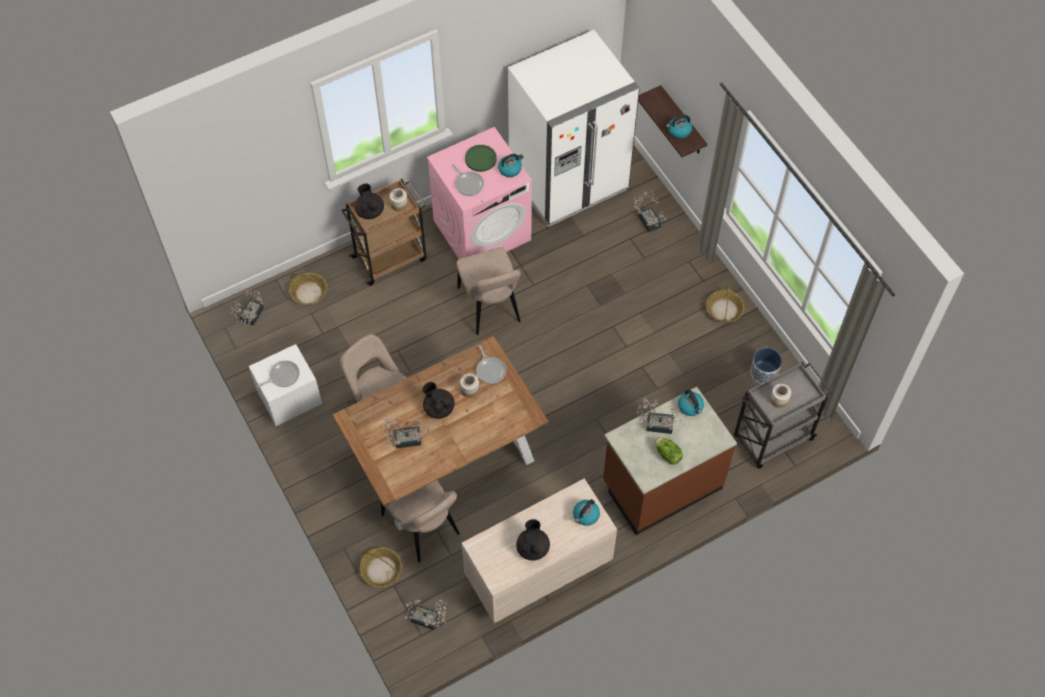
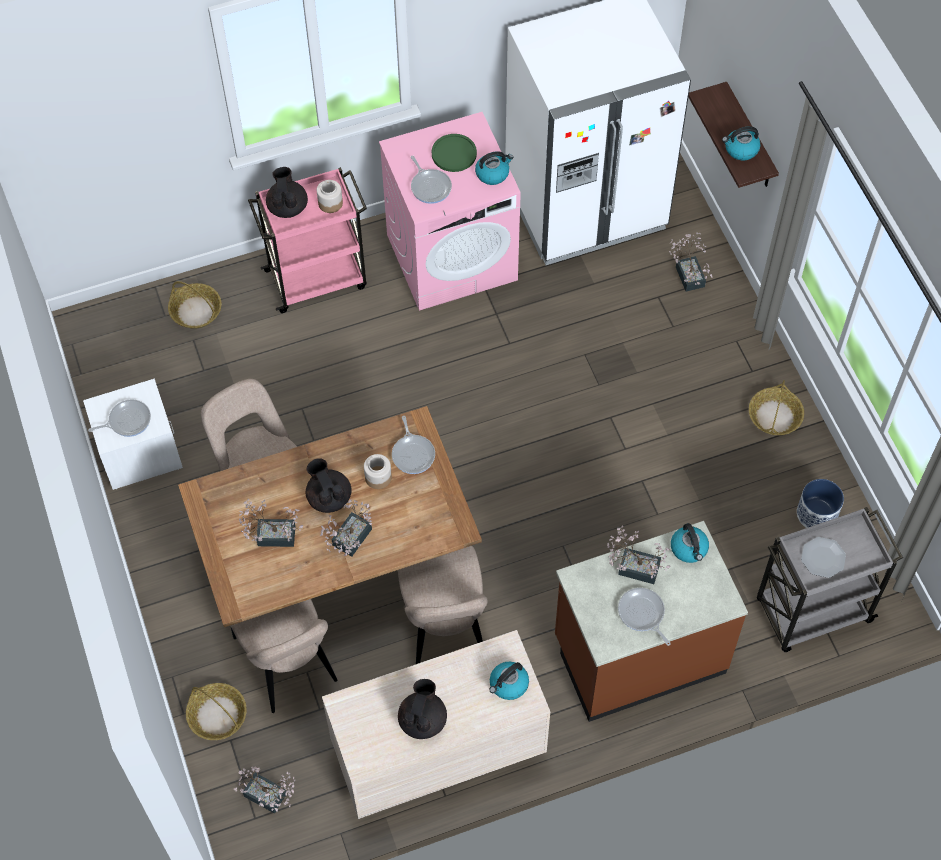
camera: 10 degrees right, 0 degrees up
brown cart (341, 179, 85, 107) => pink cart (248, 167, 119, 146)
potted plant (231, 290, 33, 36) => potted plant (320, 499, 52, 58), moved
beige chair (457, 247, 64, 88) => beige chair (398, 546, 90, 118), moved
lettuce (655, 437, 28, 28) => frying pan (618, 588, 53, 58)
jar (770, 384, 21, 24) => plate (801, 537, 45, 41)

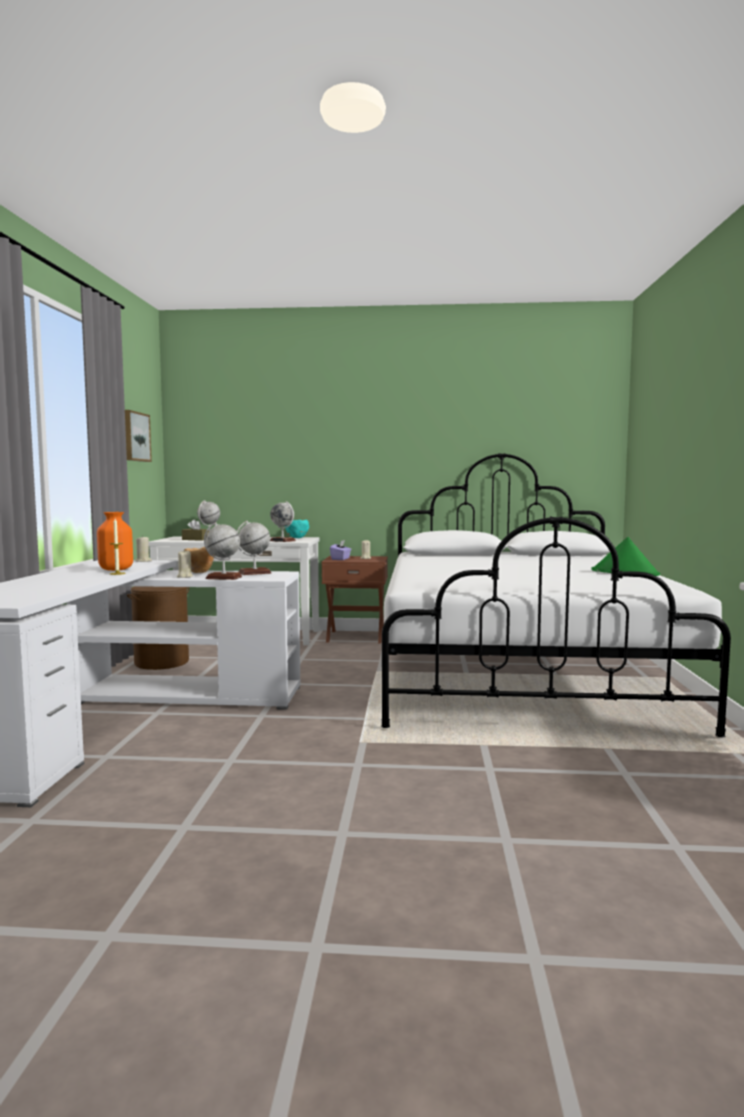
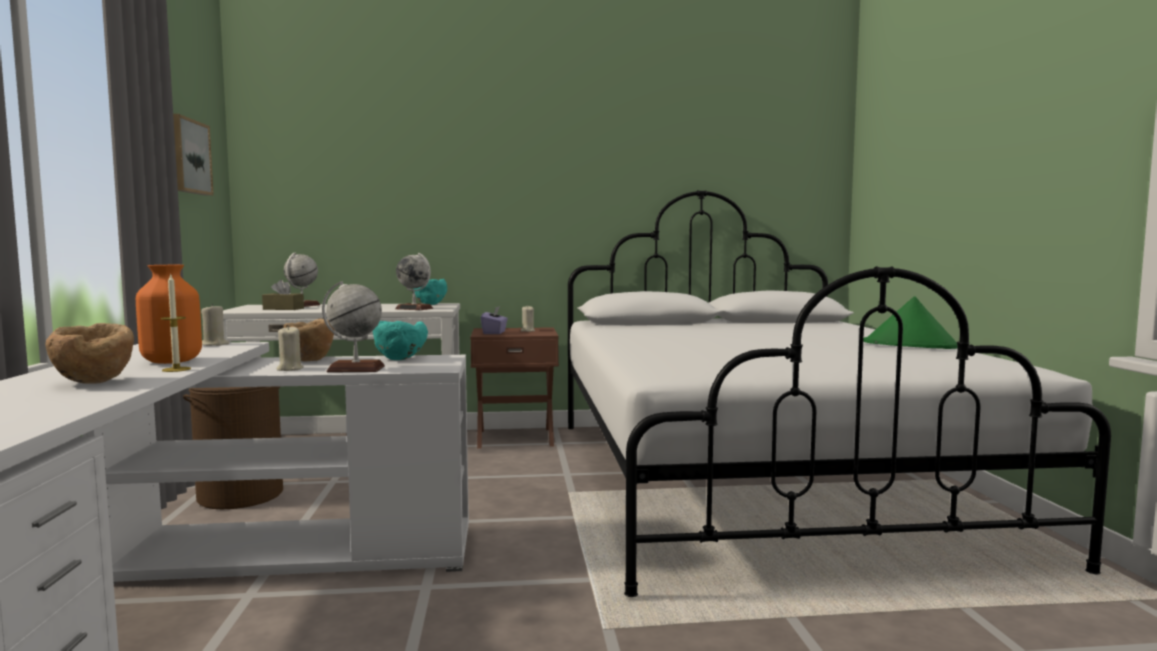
camera: 10 degrees left, 0 degrees up
nothing => brown bowl (45, 323, 89, 61)
globe (237, 521, 35, 54) => turquoise bowl (373, 321, 55, 39)

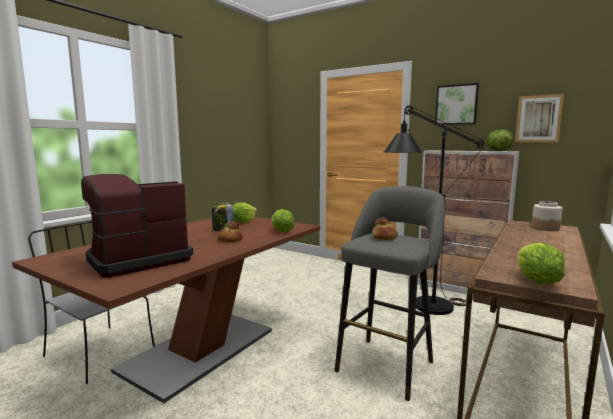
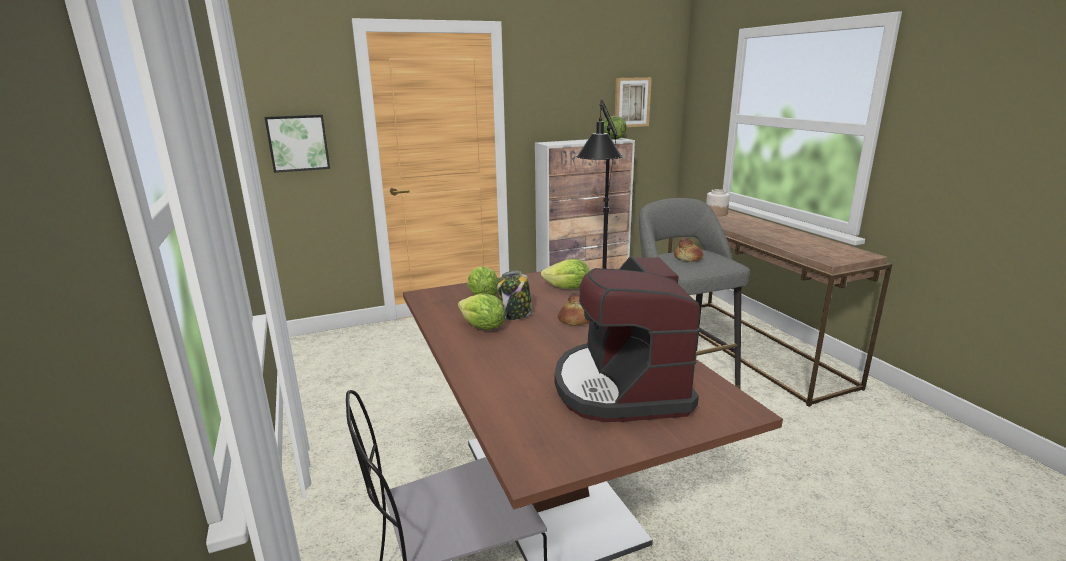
camera: 55 degrees left, 10 degrees up
picture (435, 83, 44, 42) => picture (264, 115, 66, 58), moved
lettuce (517, 243, 48, 41) => lettuce (458, 294, 47, 36), moved

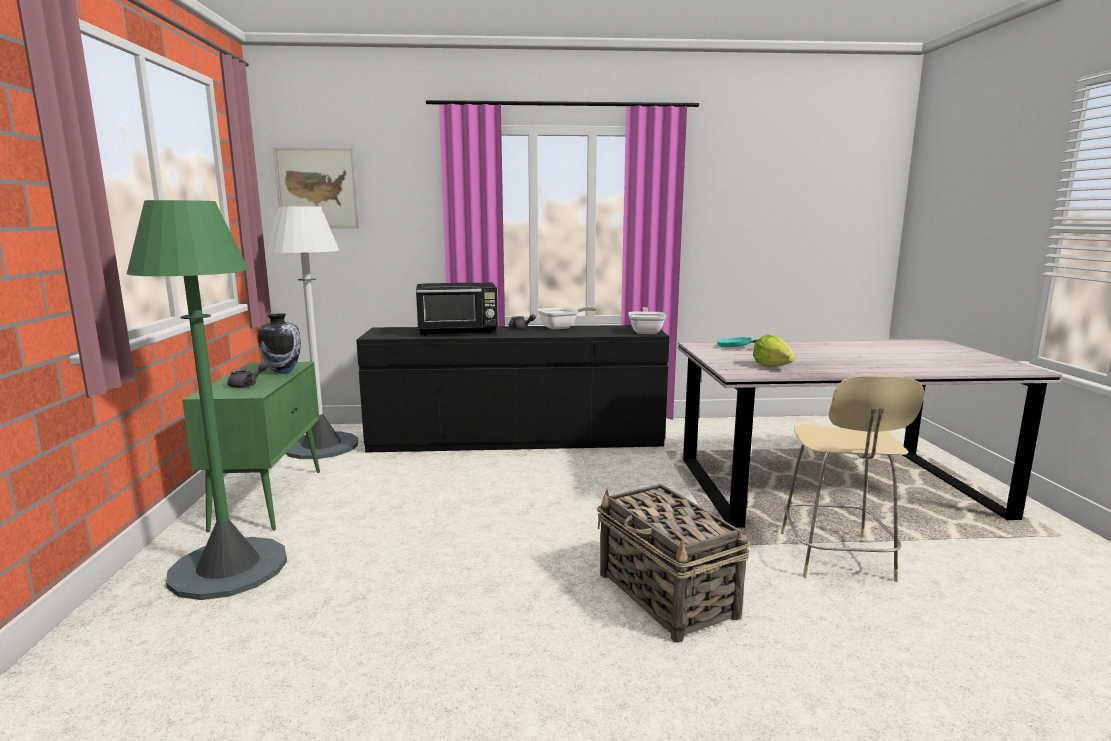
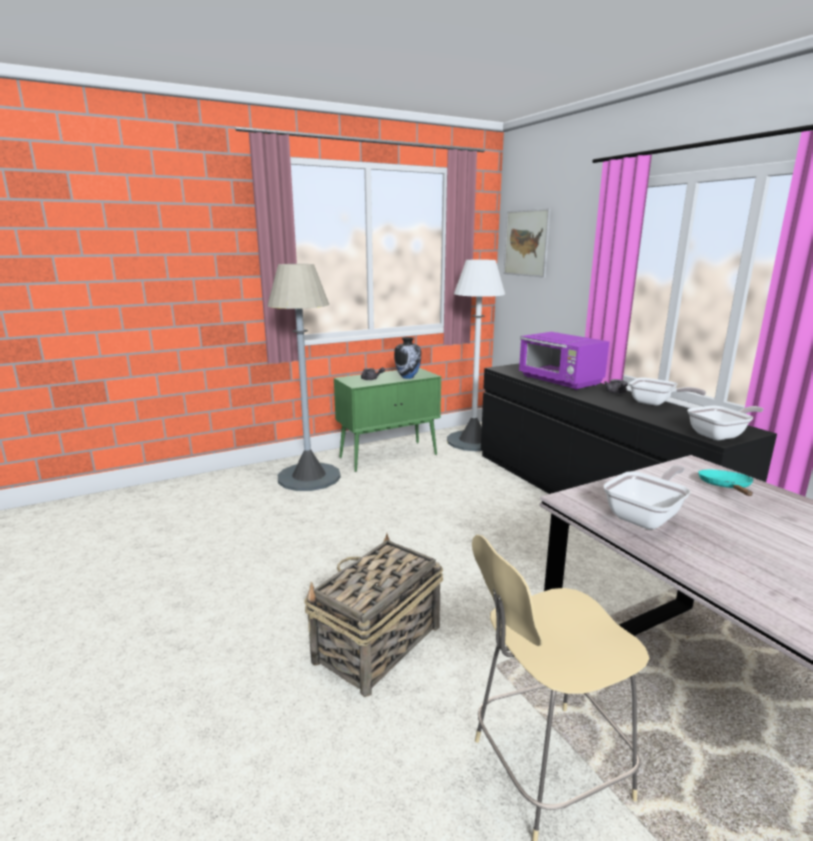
camera: 65 degrees right, 5 degrees up
green floor lamp (127, 200, 160, 400) => grey floor lamp (267, 264, 74, 227)
black microwave (416, 283, 82, 53) => purple microwave (519, 332, 90, 58)
lettuce (753, 335, 42, 32) => frying pan (603, 465, 88, 65)

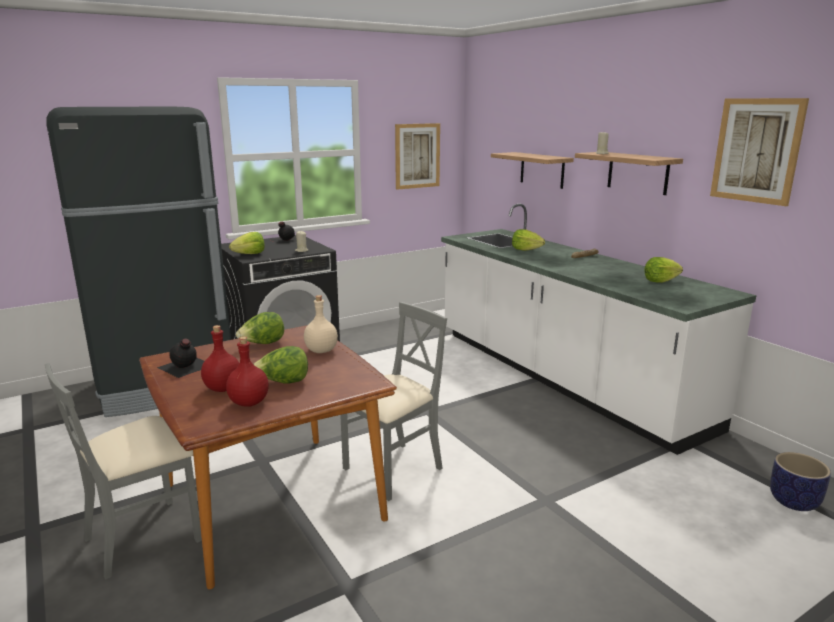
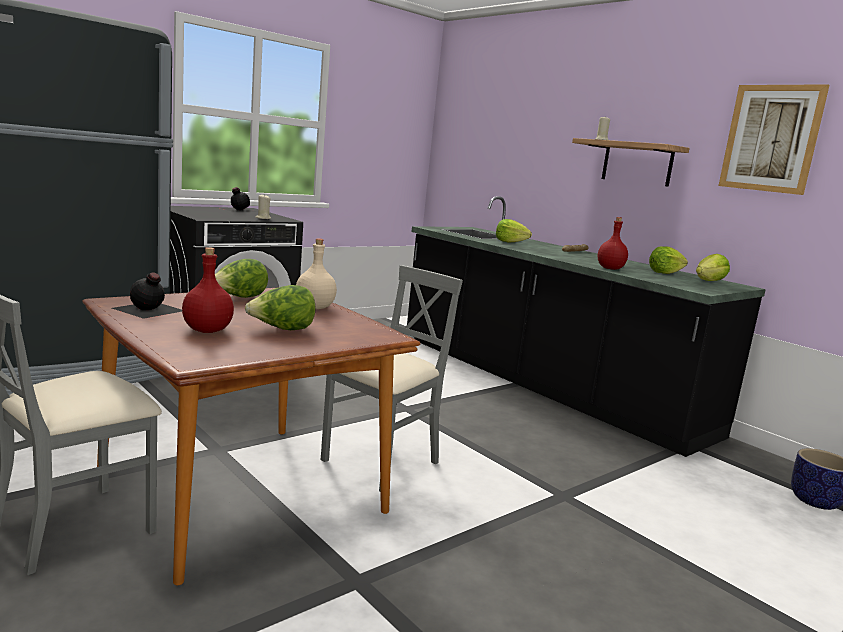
camera: 10 degrees left, 5 degrees down
white counter (441, 203, 316, 252) => black counter (407, 196, 359, 261)
red bottle (226, 337, 43, 70) => red bottle (598, 217, 30, 53), moved
lettuce (229, 232, 36, 22) => lettuce (696, 254, 34, 27), moved
picture (395, 123, 45, 67) => nothing
shelf (491, 152, 83, 37) => nothing

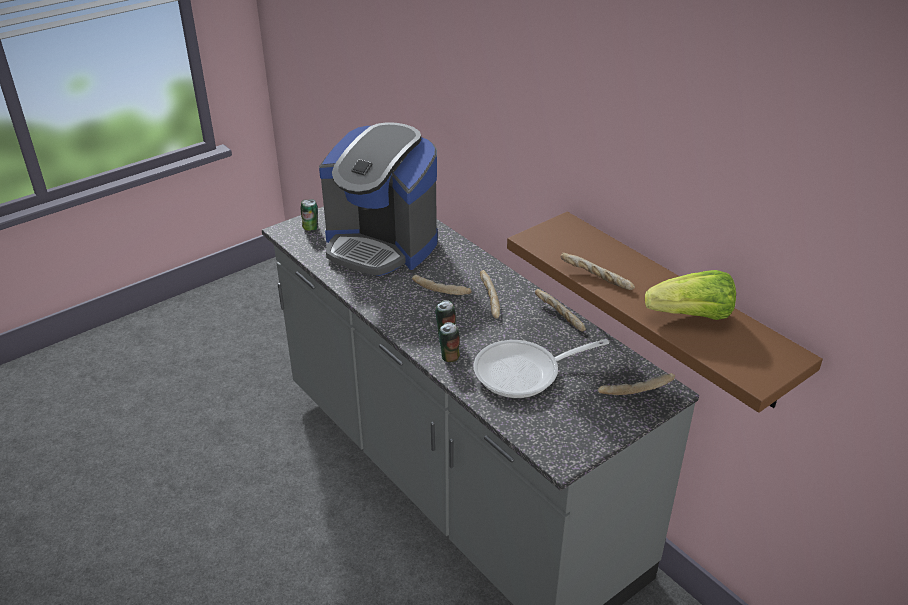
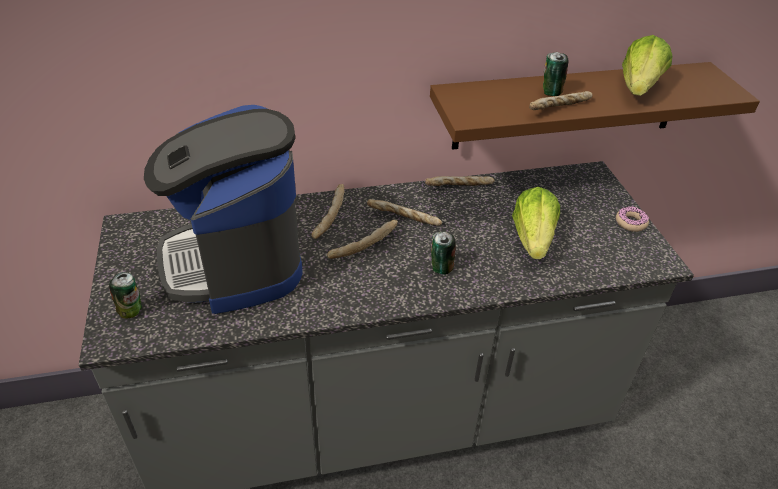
camera: 65 degrees left, 5 degrees up
coffee machine (319, 122, 119, 154) => coffee machine (144, 105, 159, 209), 105 degrees clockwise
bread (598, 373, 77, 22) => bread (311, 184, 34, 55), moved
frying pan (473, 339, 136, 59) => lettuce (512, 187, 48, 72)
can (438, 322, 22, 40) => can (543, 52, 26, 44), moved
nothing => donut (616, 206, 33, 26)

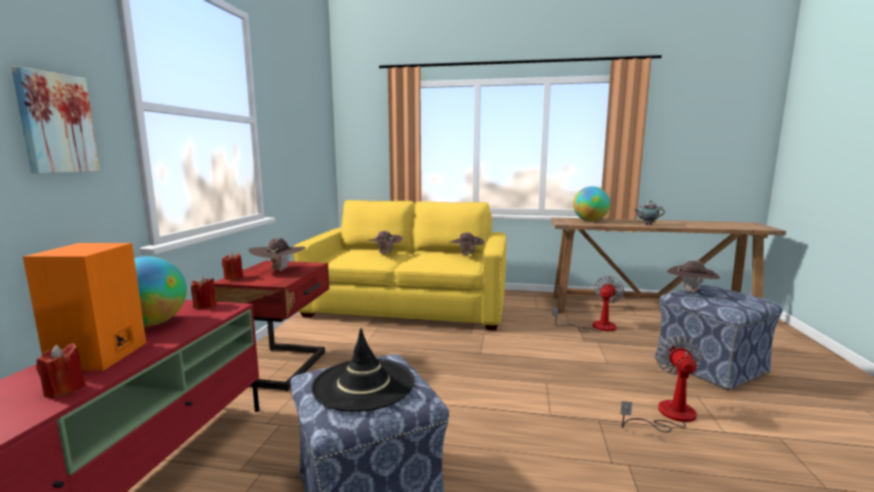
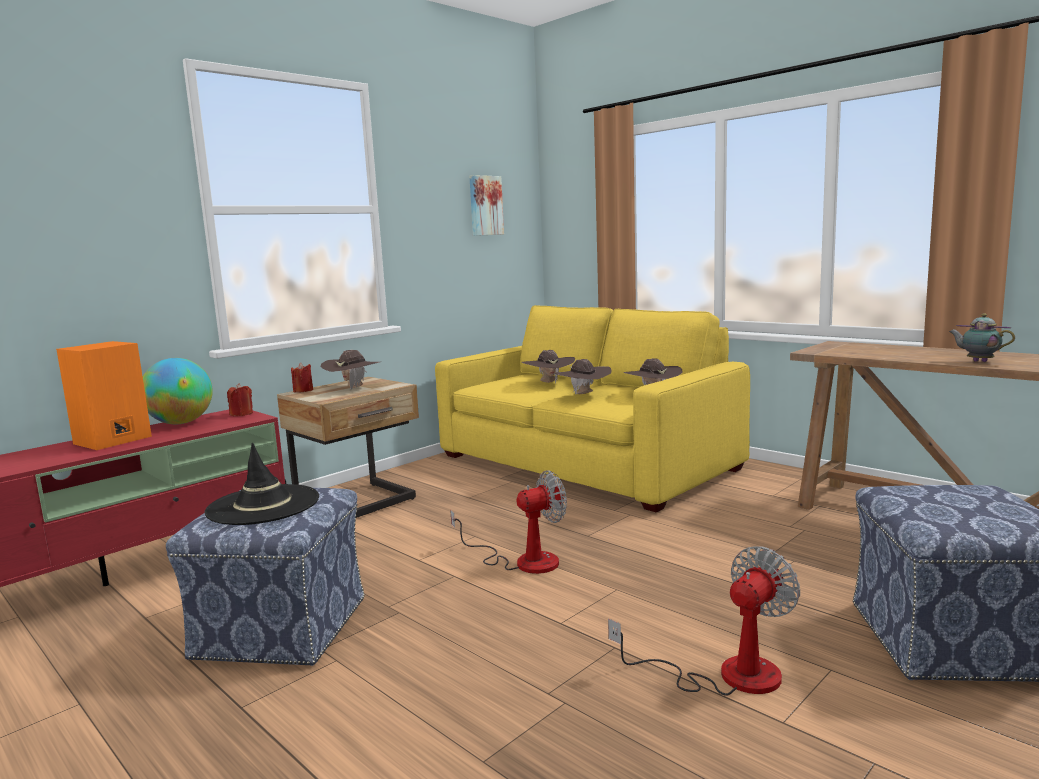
camera: 35 degrees right, 0 degrees up
red nightstand (214, 260, 115, 131) => beige nightstand (277, 377, 142, 141)
fan (552, 276, 72, 56) => fan (450, 470, 117, 104), moved
picture (11, 66, 89, 107) => picture (469, 175, 35, 61), moved
brown hat (667, 261, 53, 31) => brown hat (554, 359, 58, 36), moved
red candle (36, 343, 50, 55) => nothing
globe (573, 186, 37, 35) => nothing

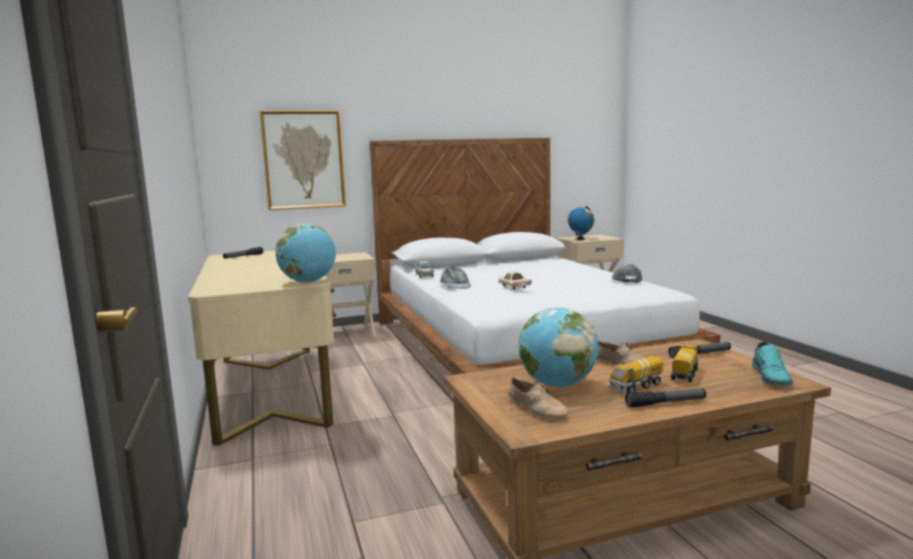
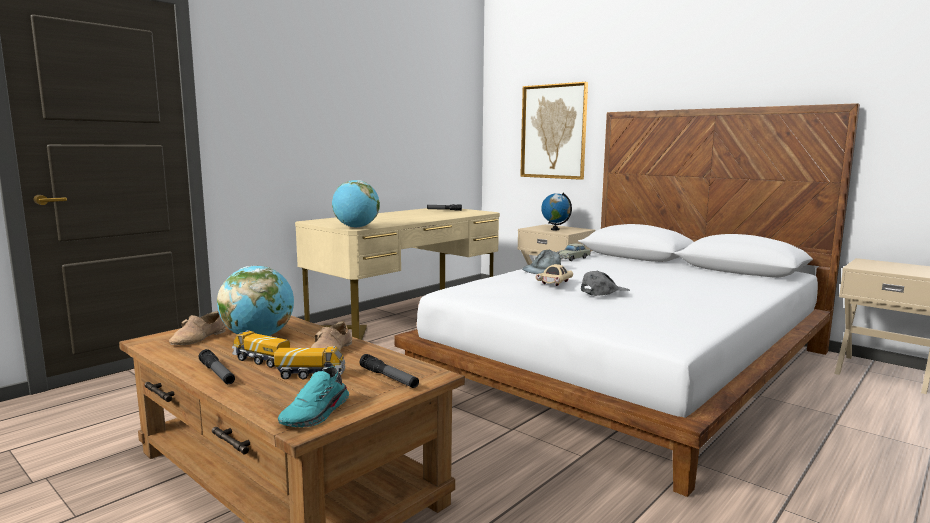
camera: 60 degrees right, 0 degrees up
turquoise shoe (752, 342, 41, 44) => turquoise shoe (278, 367, 71, 60), 45 degrees counterclockwise
globe (568, 206, 26, 34) => globe (541, 193, 31, 37), moved
grey cap (611, 264, 31, 19) => grey cap (581, 270, 49, 26), moved

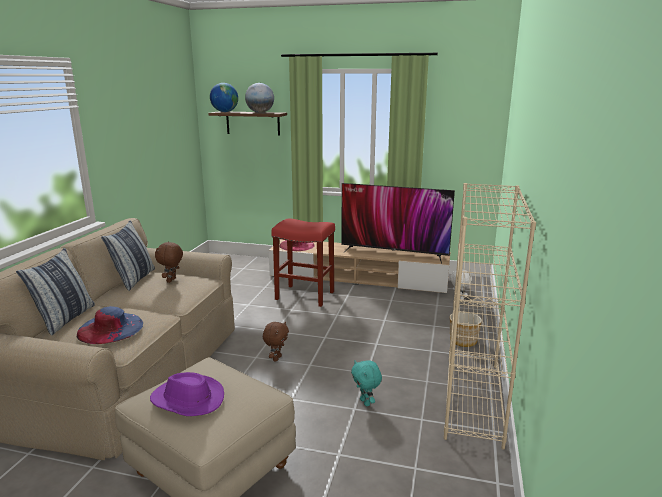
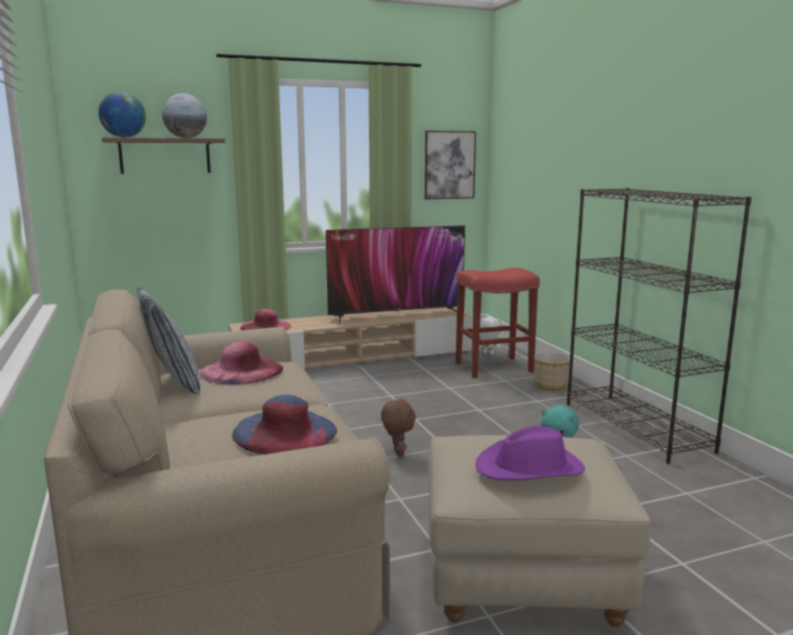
camera: 35 degrees left, 5 degrees down
brown plush toy (155, 241, 28, 42) => pink hat (200, 342, 83, 43)
nothing => picture (425, 131, 51, 68)
red stool (271, 218, 64, 89) => red stool (456, 268, 84, 110), moved
beige bookcase (444, 183, 92, 267) => black bookcase (567, 188, 185, 276)
pillow (16, 248, 79, 88) => nothing

